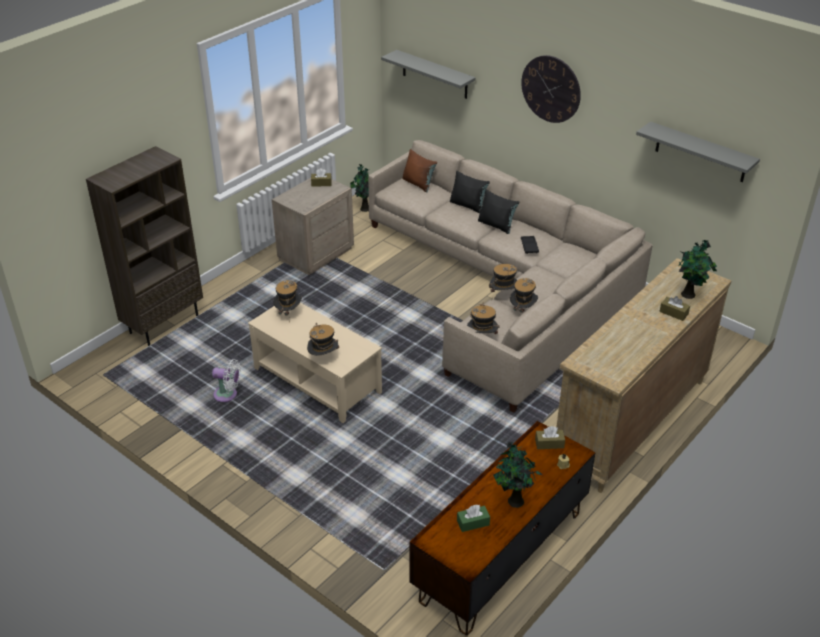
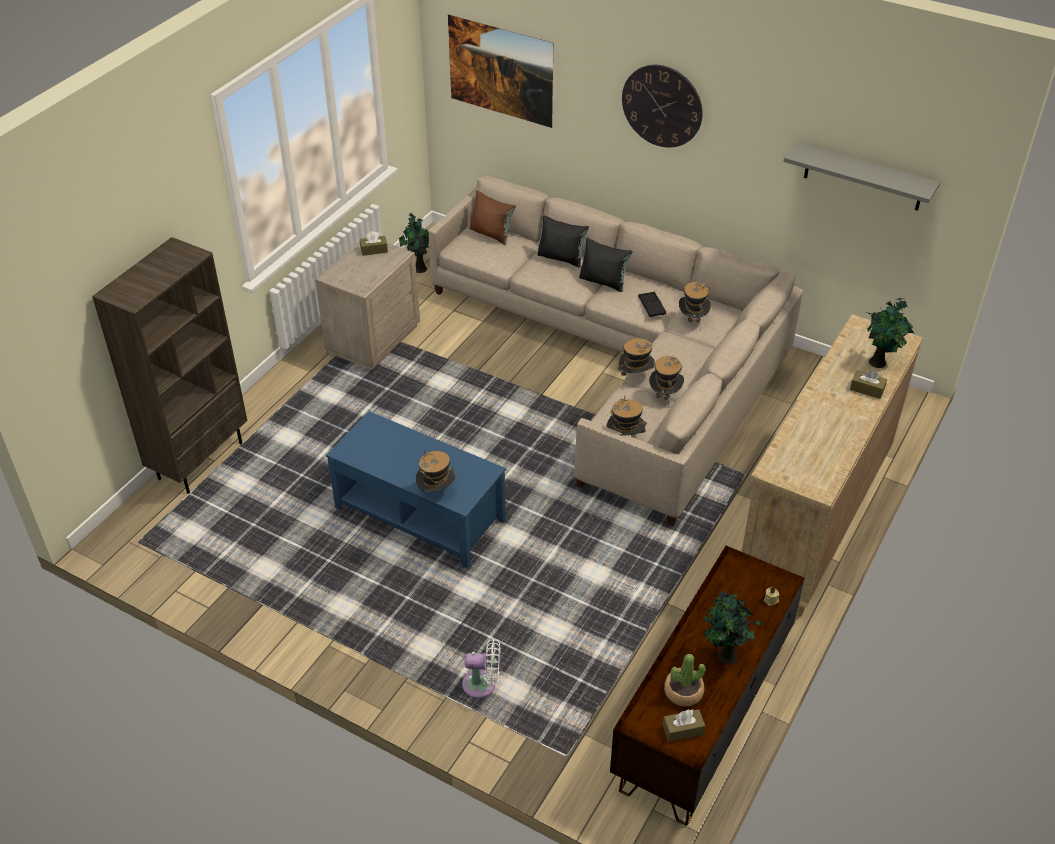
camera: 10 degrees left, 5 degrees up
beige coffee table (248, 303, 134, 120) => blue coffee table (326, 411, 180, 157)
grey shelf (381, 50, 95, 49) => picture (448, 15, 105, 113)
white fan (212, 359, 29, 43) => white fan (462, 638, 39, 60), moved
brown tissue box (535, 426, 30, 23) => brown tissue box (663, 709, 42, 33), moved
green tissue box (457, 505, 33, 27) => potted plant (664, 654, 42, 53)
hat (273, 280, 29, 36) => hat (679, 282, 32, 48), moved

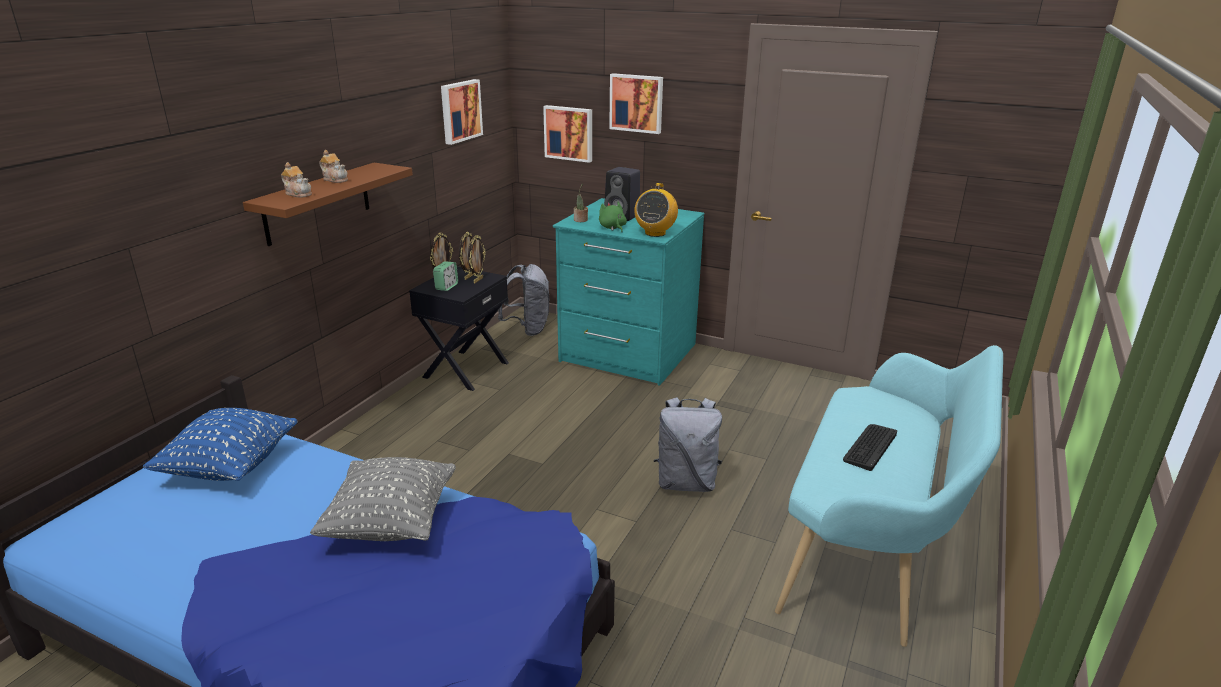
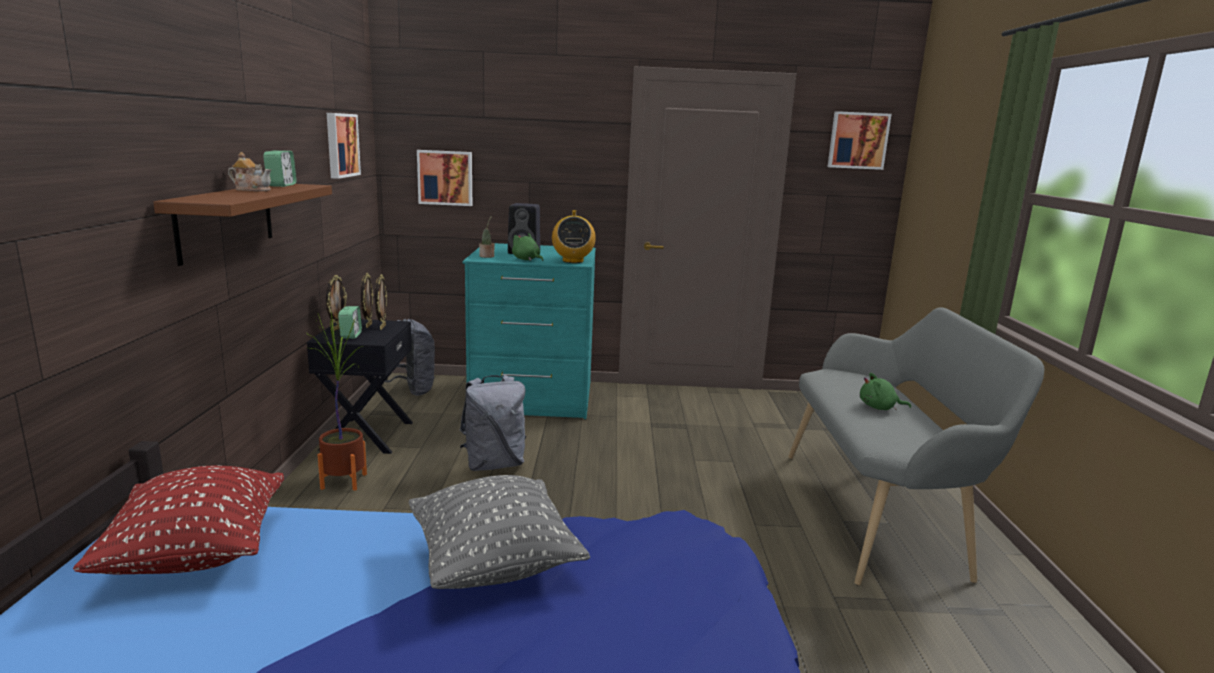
camera: 25 degrees left, 10 degrees down
blue pillow (143, 408, 155, 73) => red pillow (73, 466, 211, 108)
nothing => alarm clock (263, 150, 34, 37)
nothing => potted plant (306, 312, 61, 179)
grey backpack (654, 397, 68, 95) => grey backpack (460, 375, 66, 96), moved
turquoise bench (775, 345, 228, 302) => grey bench (788, 307, 256, 278)
picture (609, 73, 54, 61) => picture (828, 111, 64, 59), moved
keyboard (843, 424, 54, 47) => green plush toy (860, 373, 51, 37)
teapot (281, 162, 31, 35) => nothing

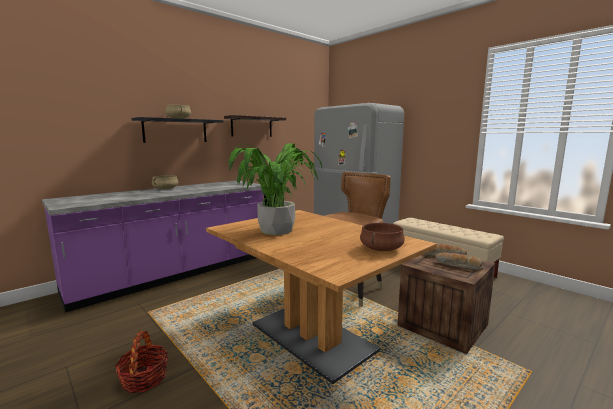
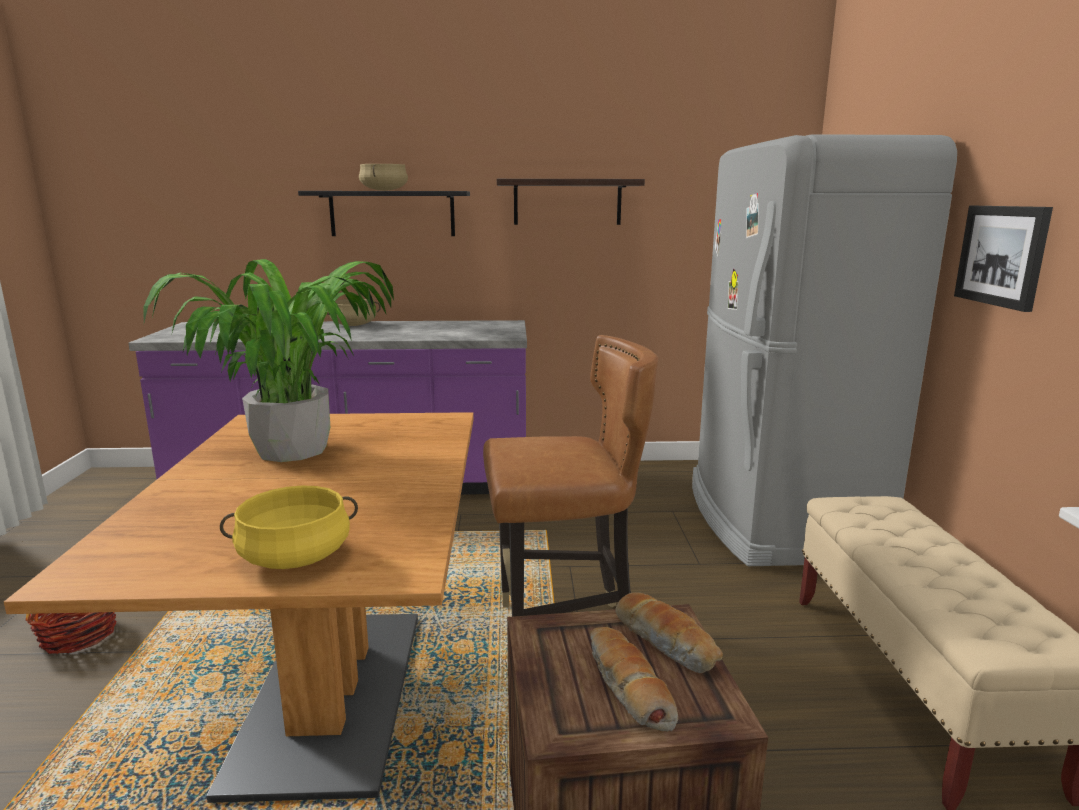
camera: 40 degrees right, 5 degrees up
brown cooking pot (360, 223, 45, 28) => yellow cooking pot (220, 485, 138, 84)
nothing => picture (954, 206, 99, 106)

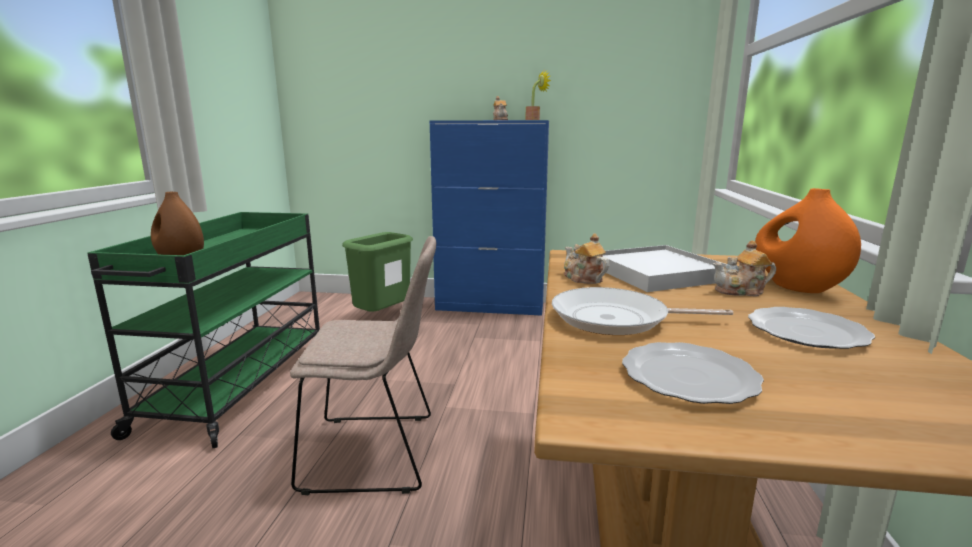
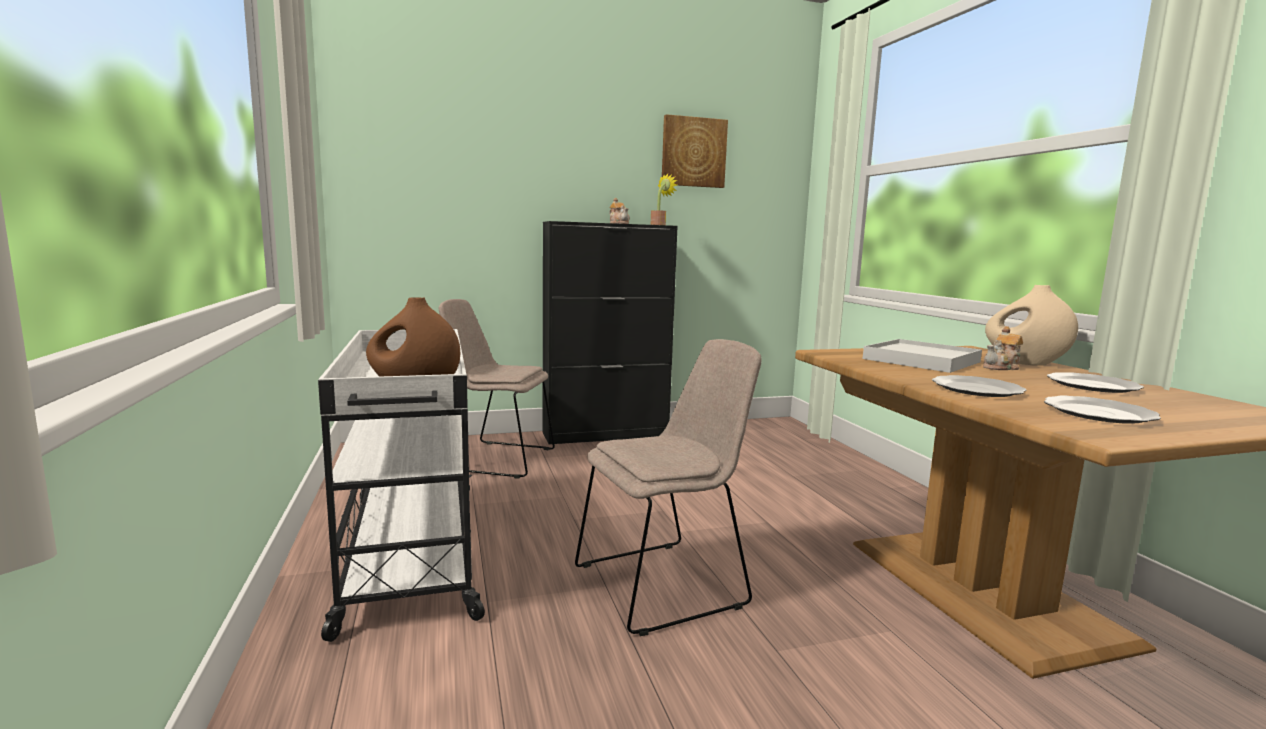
camera: 25 degrees left, 5 degrees down
green cart (87, 212, 233, 236) => white cart (318, 329, 167, 313)
green trash can (342, 232, 71, 79) => beige chair (439, 299, 116, 180)
blue cabinet (429, 120, 120, 196) => black cabinet (543, 221, 135, 223)
nothing => picture (662, 114, 66, 74)
frying pan (552, 287, 181, 48) => plate (932, 375, 94, 22)
orange vase (755, 188, 106, 105) => beige vase (985, 285, 93, 81)
teapot (564, 233, 45, 51) => nothing

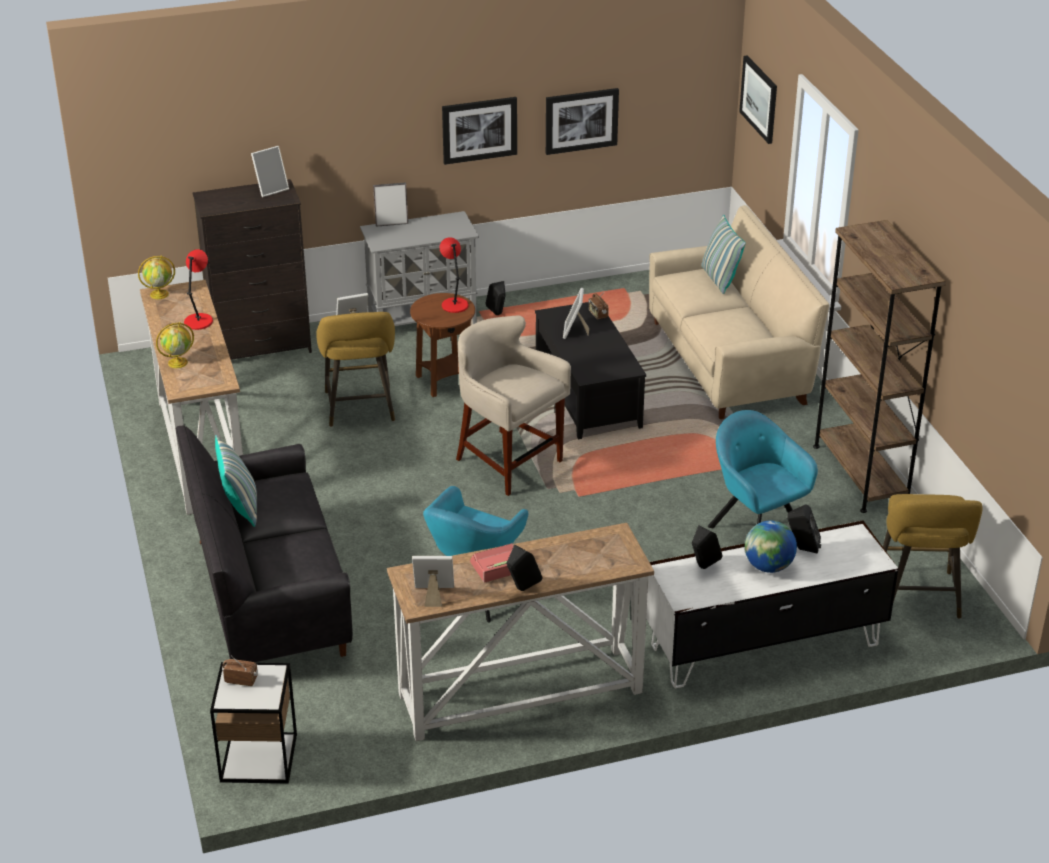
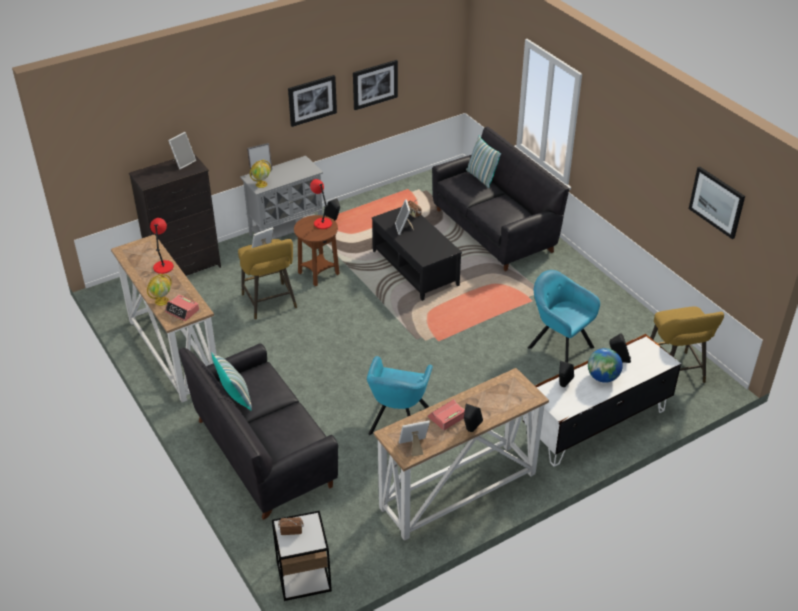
camera: 15 degrees left, 5 degrees up
nothing => alarm clock (165, 295, 34, 26)
globe (138, 256, 37, 43) => globe (250, 160, 21, 28), moved
beige sofa (649, 205, 180, 214) => black sofa (432, 127, 137, 144)
picture (739, 56, 38, 88) => picture (689, 167, 56, 72), moved
beige stool (456, 316, 115, 180) => nothing
brown bookcase (813, 220, 133, 293) => nothing

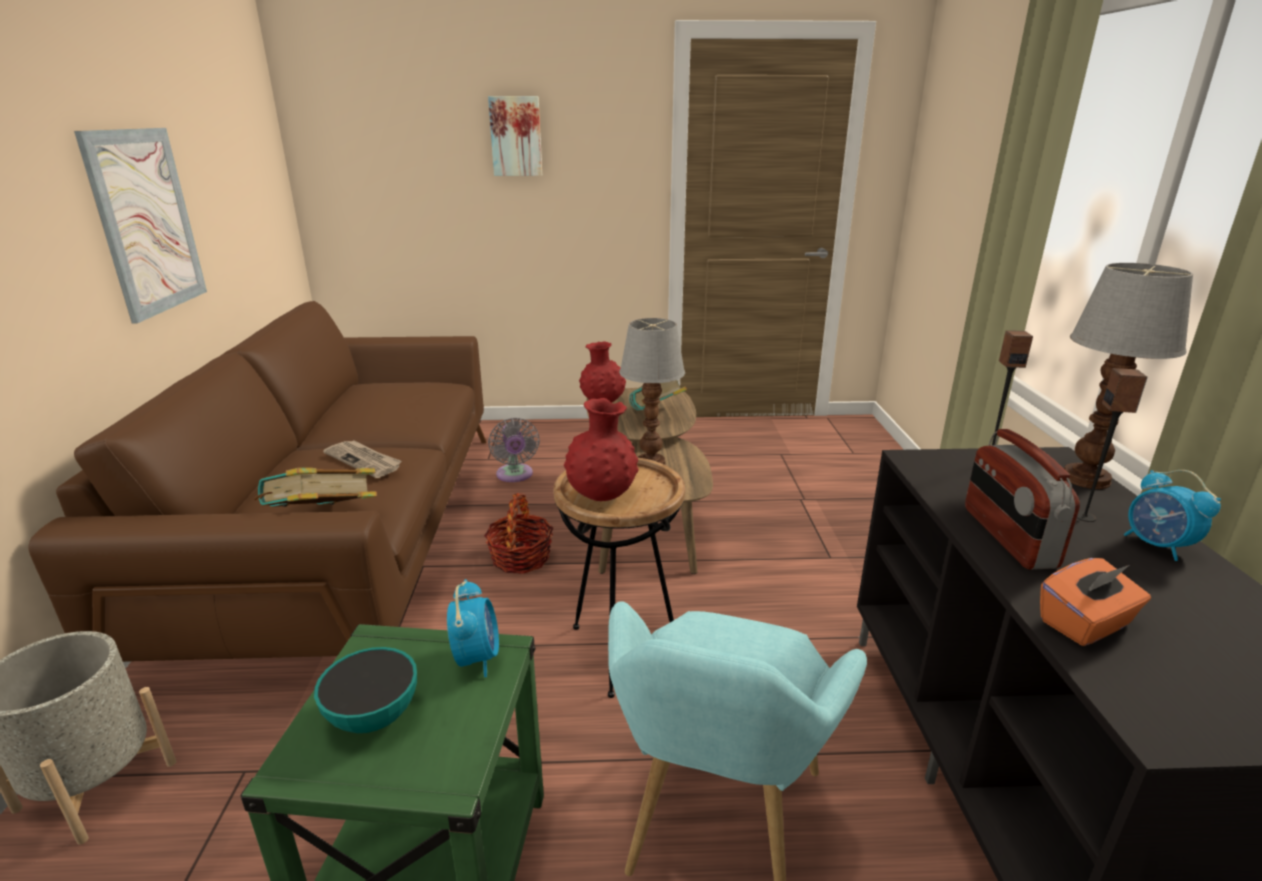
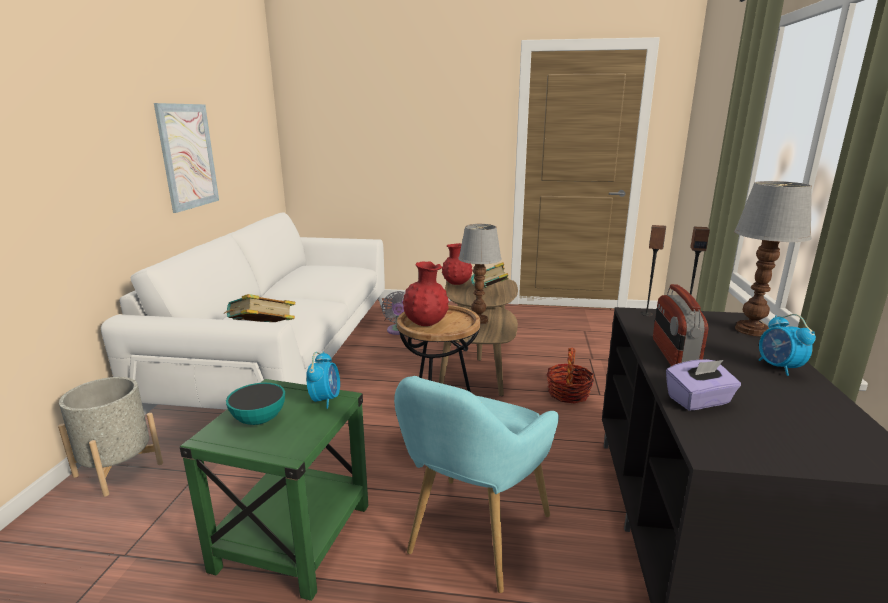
camera: 10 degrees right, 5 degrees down
brown sofa (28, 301, 459, 361) => white sofa (101, 212, 284, 198)
basket (484, 493, 69, 80) => basket (547, 348, 47, 55), moved
speaker (1077, 368, 71, 154) => speaker (641, 225, 25, 91), moved
orange tissue box (1040, 558, 111, 88) => purple tissue box (666, 359, 75, 52)
newspaper (323, 440, 79, 38) => nothing
picture (488, 96, 54, 80) => nothing

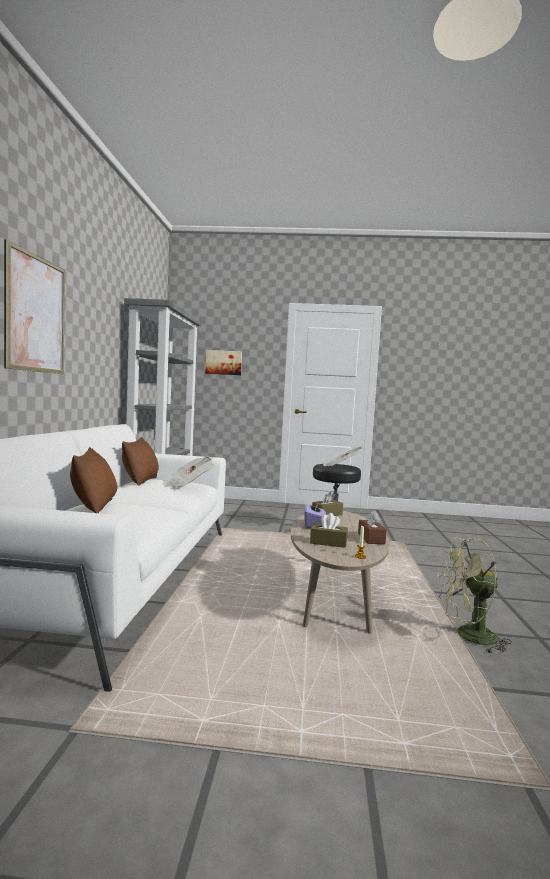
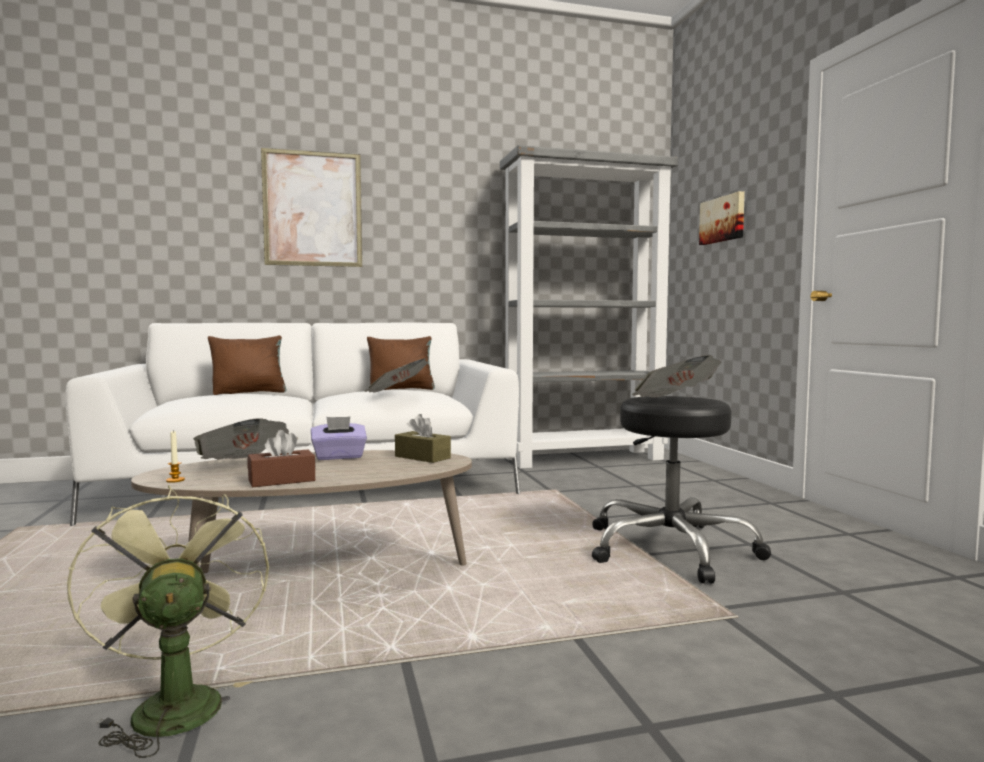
camera: 70 degrees right, 0 degrees up
brown tissue box (310, 513, 38, 35) => newspaper (193, 418, 96, 41)

